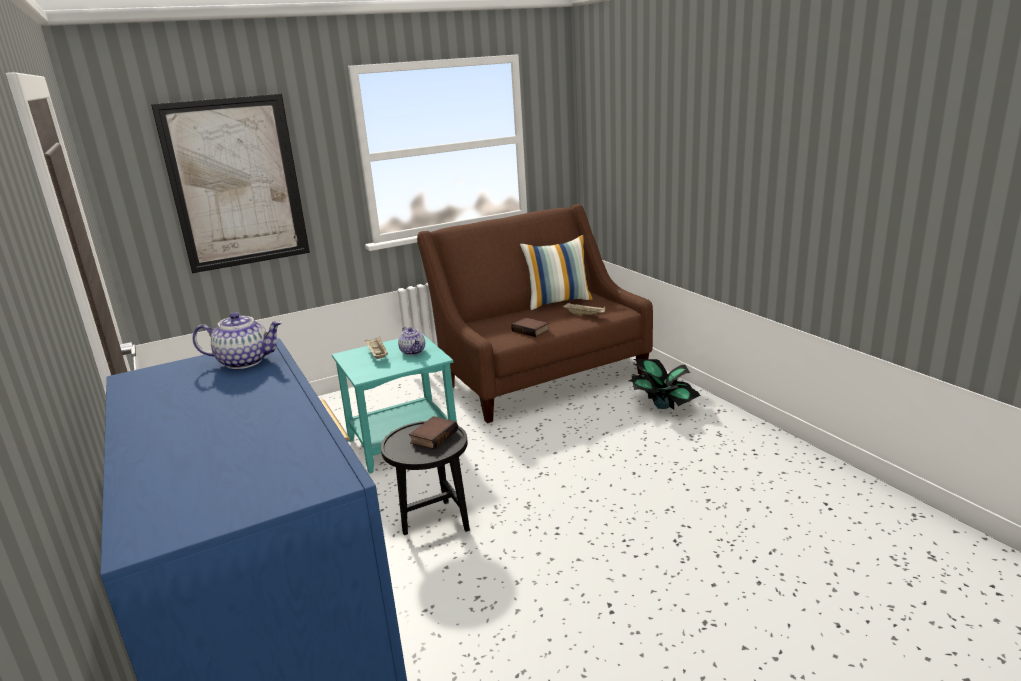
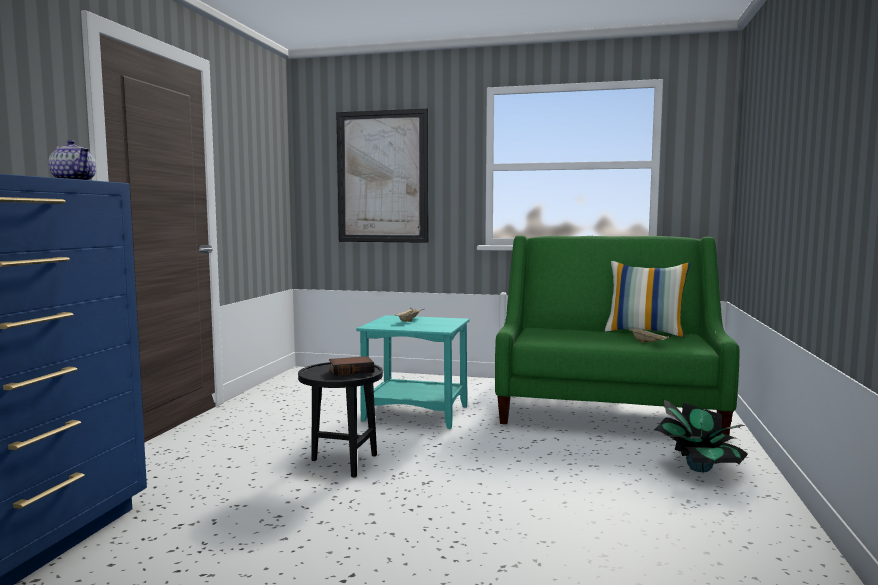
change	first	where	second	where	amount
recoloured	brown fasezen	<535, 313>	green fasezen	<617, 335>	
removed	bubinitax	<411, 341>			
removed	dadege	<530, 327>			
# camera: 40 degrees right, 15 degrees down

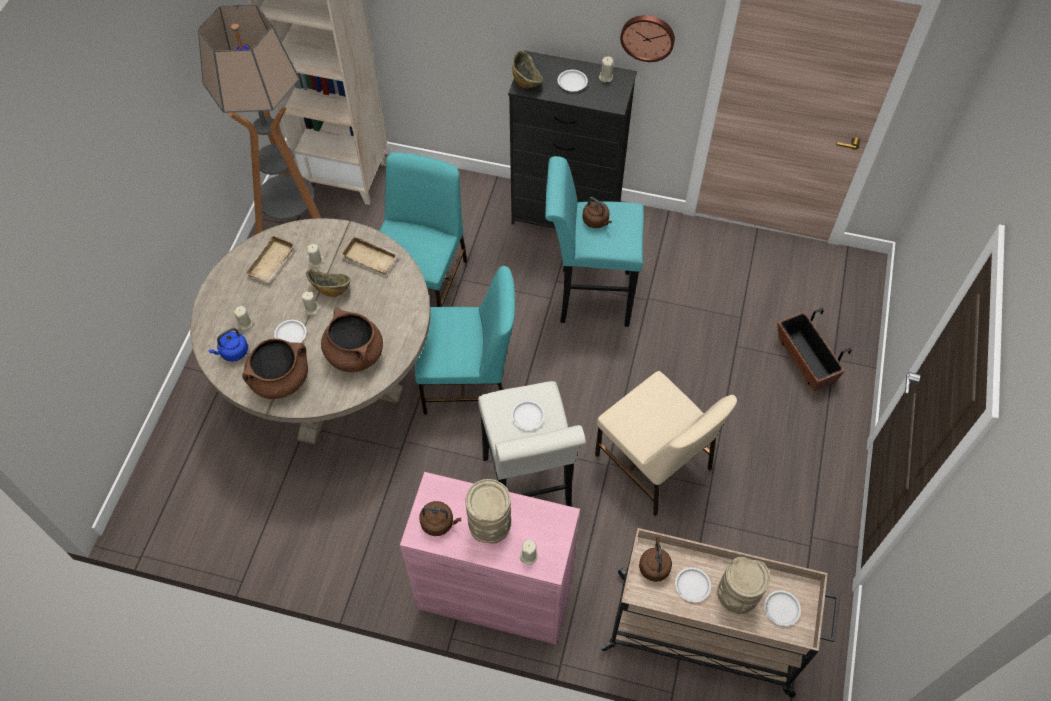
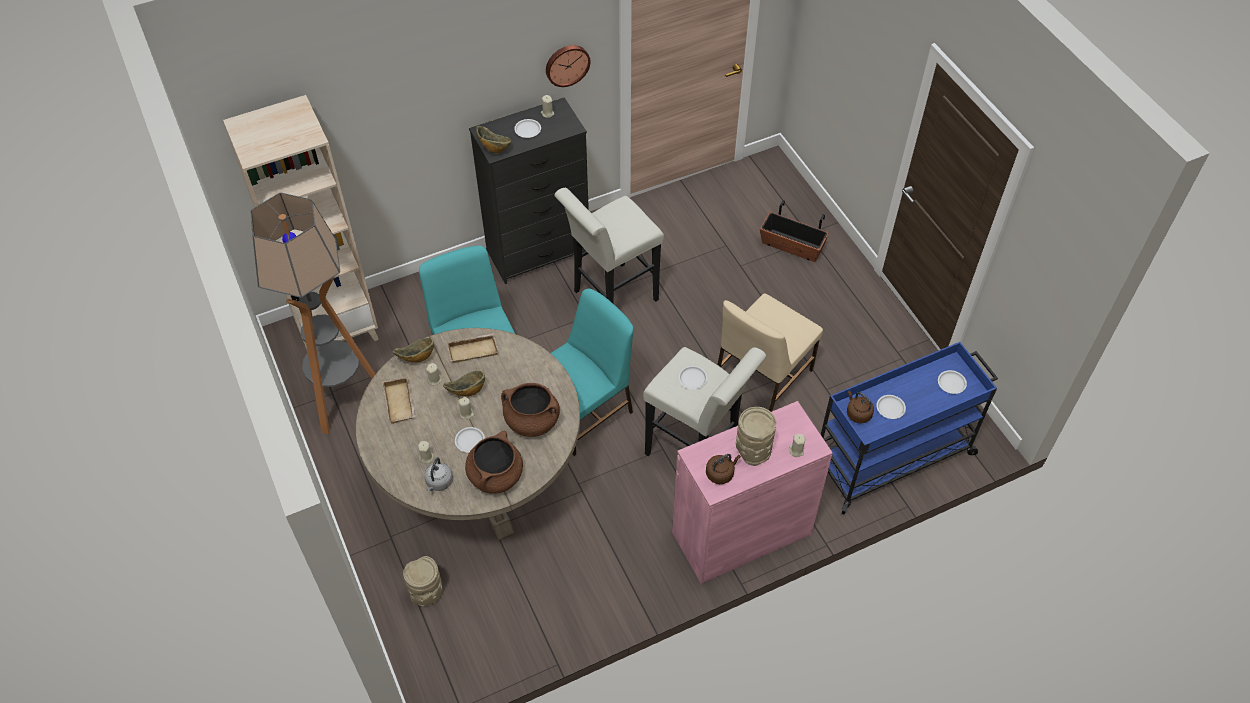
change	first	where	second	where	amount
added			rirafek	<413, 350>	
moved	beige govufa	<743, 586>		<422, 581>	
recoloured	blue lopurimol	<228, 345>	grey lopurimol	<438, 474>	
recoloured	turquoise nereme	<594, 241>	white nereme	<609, 245>	
turned	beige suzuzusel	<666, 443>		<770, 353>	120 degrees clockwise
recoloured	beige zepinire	<719, 613>	blue zepinire	<909, 428>	
removed	brown lopurimol	<597, 212>			
# camera: 40 degrees left, 5 degrees down

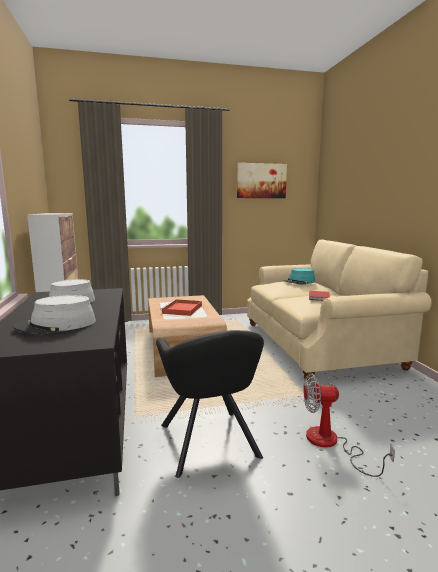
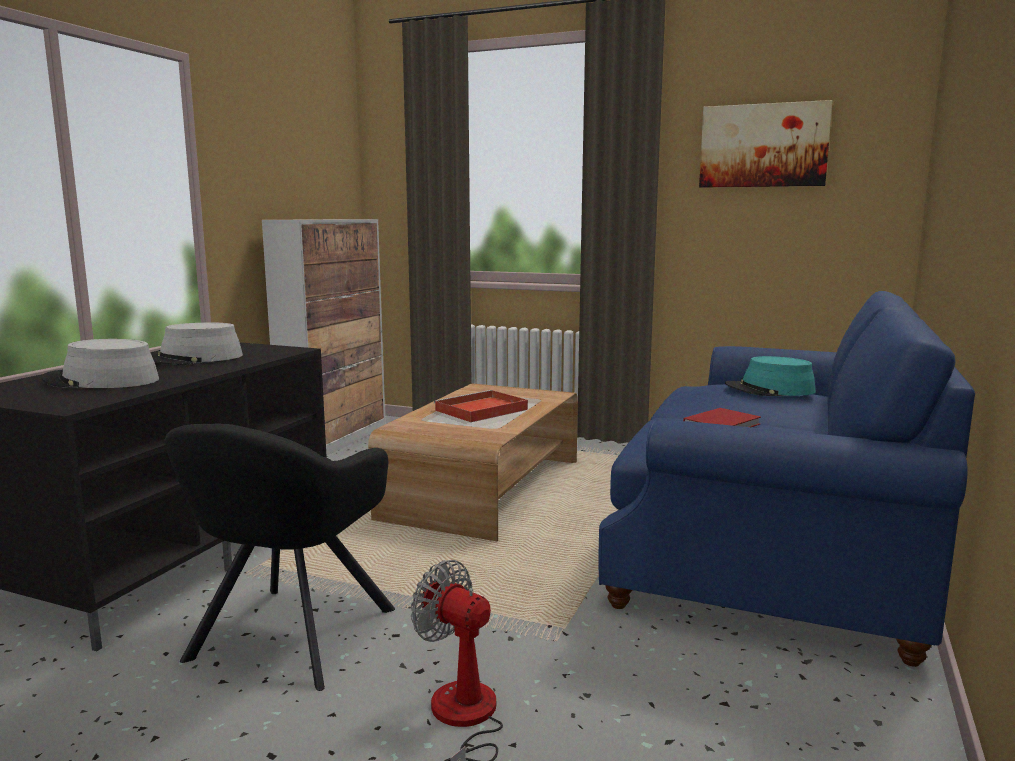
change	first	where	second	where	amount
recoloured	beige fasezen	<339, 310>	blue fasezen	<786, 479>	
# camera: 35 degrees right, 0 degrees up

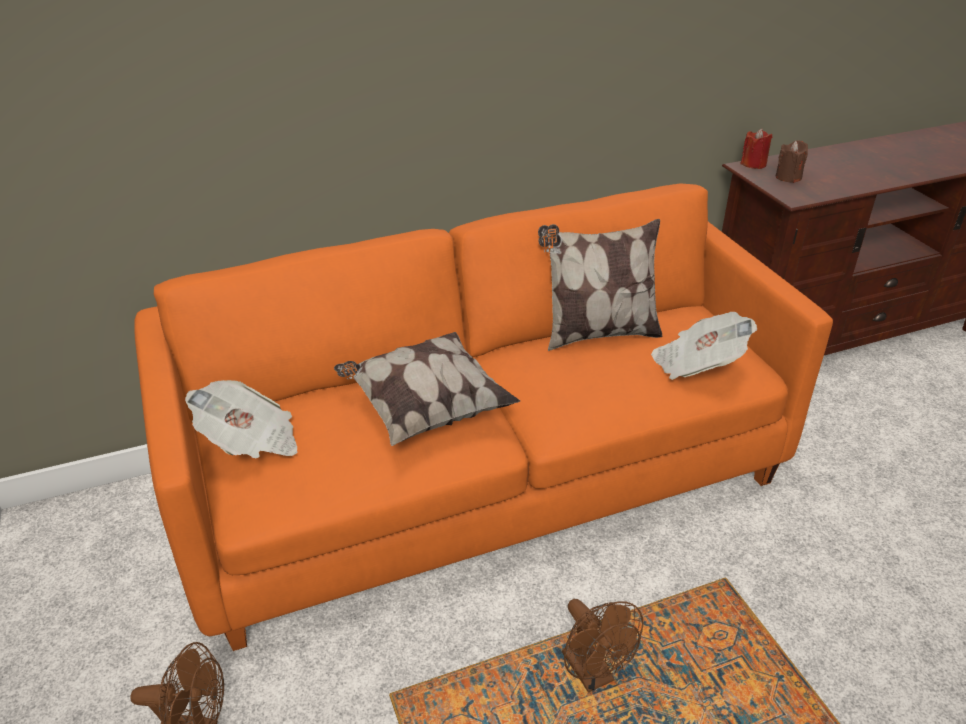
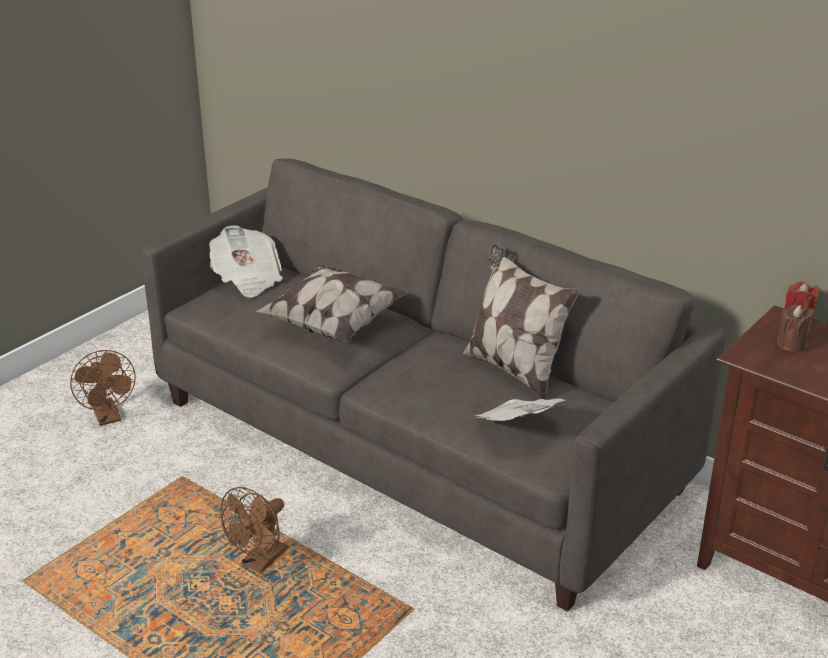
change	first	where	second	where	amount
recoloured	orange fasezen	<483, 417>	grey fasezen	<433, 385>	
# camera: 60 degrees right, 5 degrees down

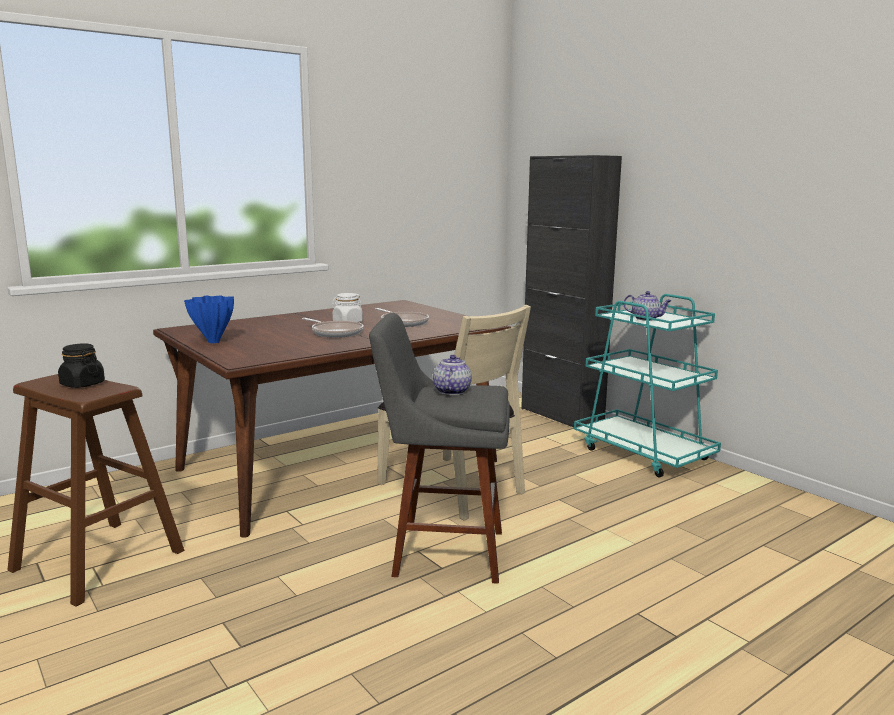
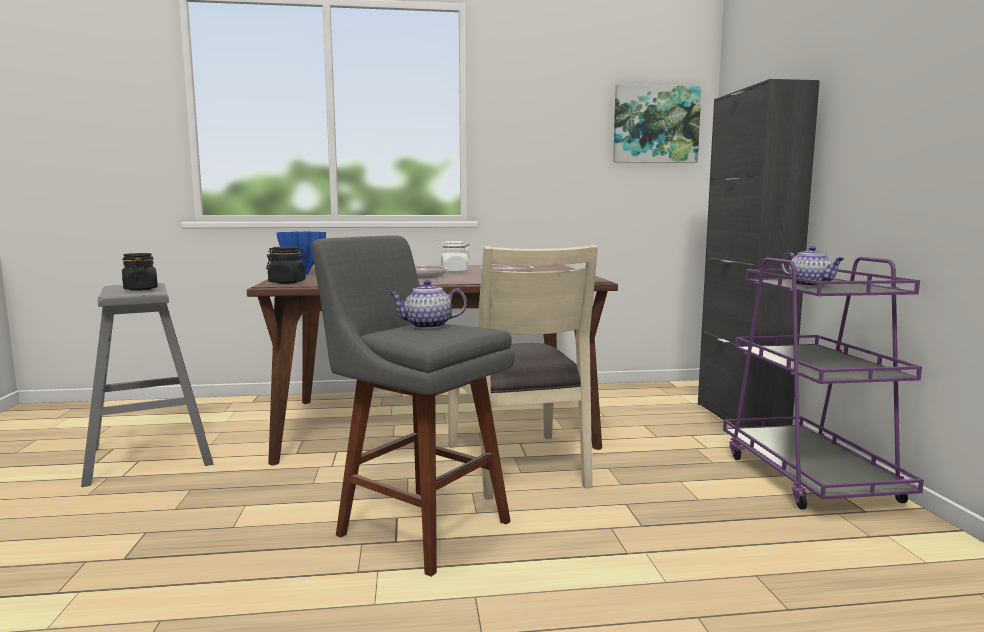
change	first	where	second	where	amount
recoloured	brown nereme	<96, 490>	grey nereme	<147, 385>	
added			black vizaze	<286, 265>	
turned	bubinitax	<452, 375>		<428, 304>	135 degrees counterclockwise
added			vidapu	<657, 123>	
recoloured	turquoise zepinire	<647, 385>	purple zepinire	<823, 383>	
# camera: 30 degrees right, 5 degrees down

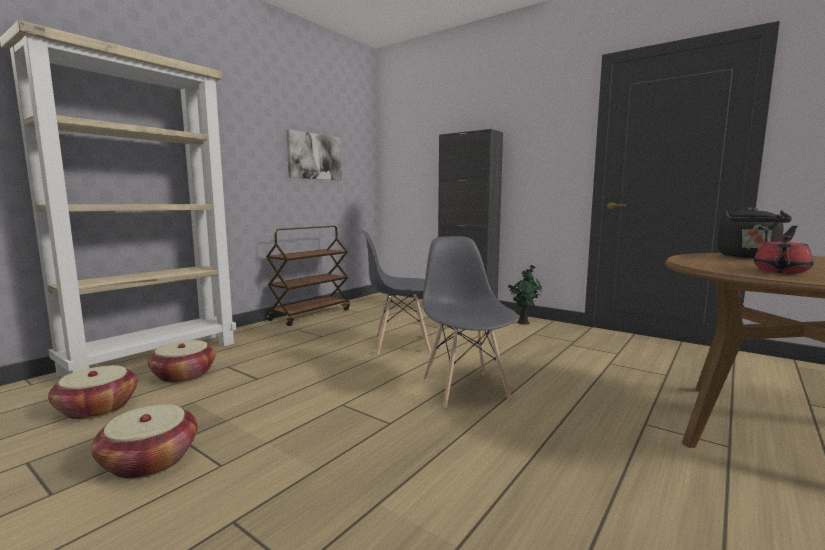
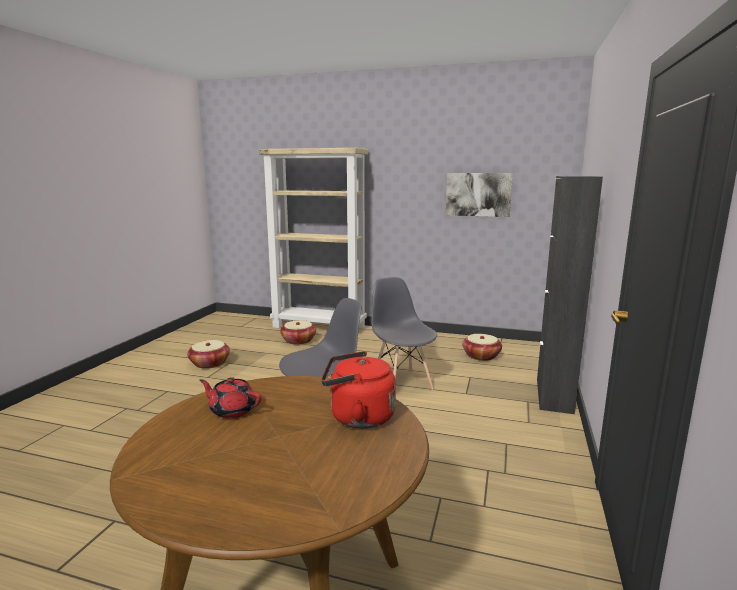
change	first	where	second	where	amount
recoloured	black lopurimol	<757, 232>	red lopurimol	<358, 389>	
moved	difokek	<93, 392>		<482, 347>	
removed	brown zepinire	<308, 276>			
removed	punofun	<525, 295>			
# camera: 70 degrees right, 5 degrees up

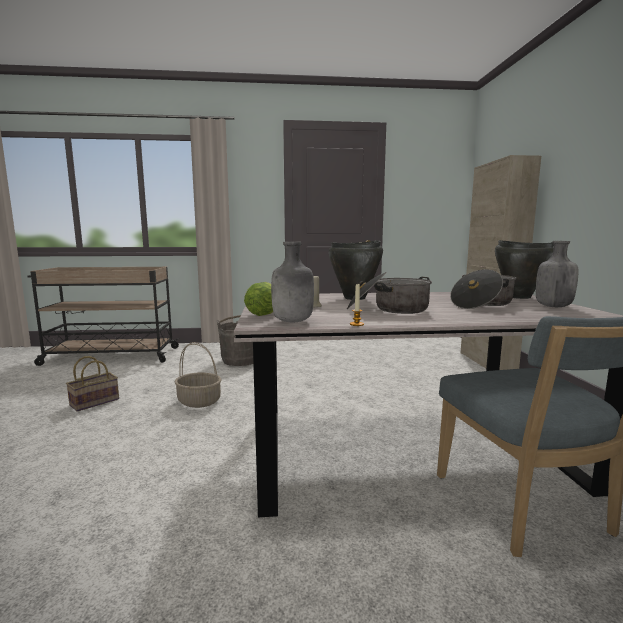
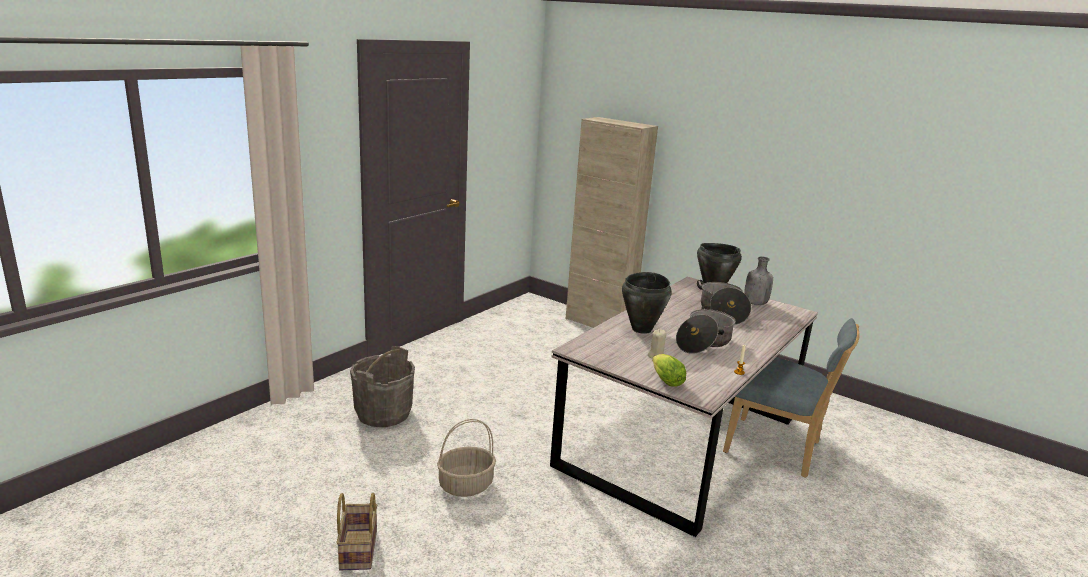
change	first	where	second	where	amount
removed	beige zepinire	<103, 316>			
removed	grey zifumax	<292, 282>			
# camera: 50 degrees left, 10 degrees up

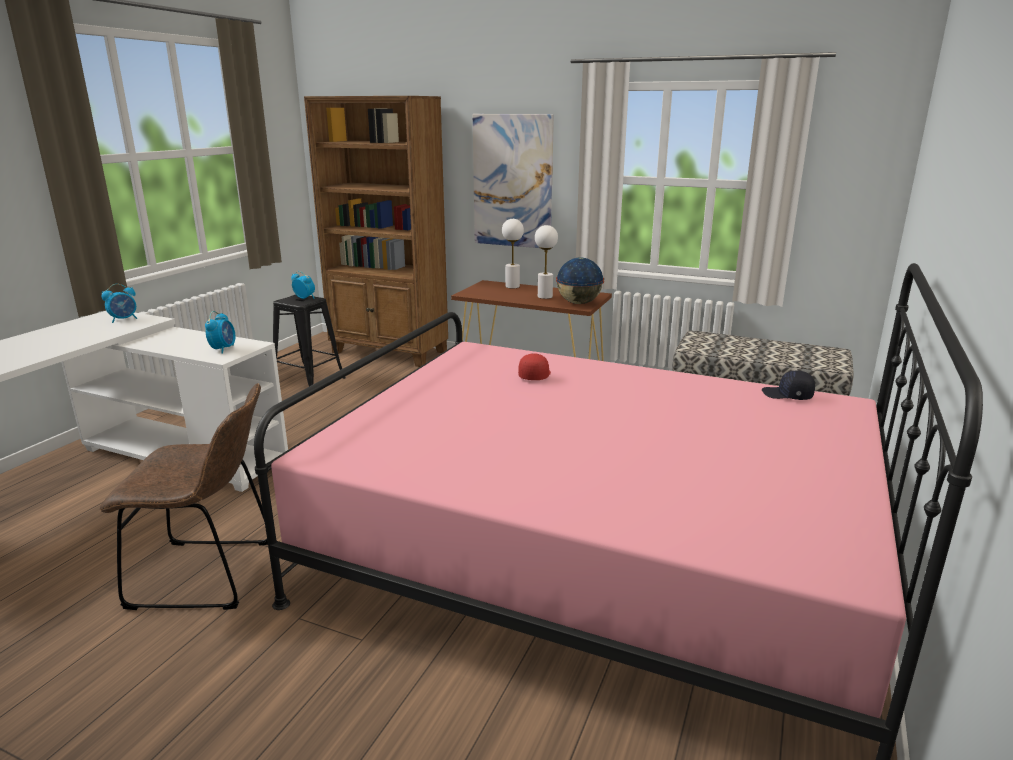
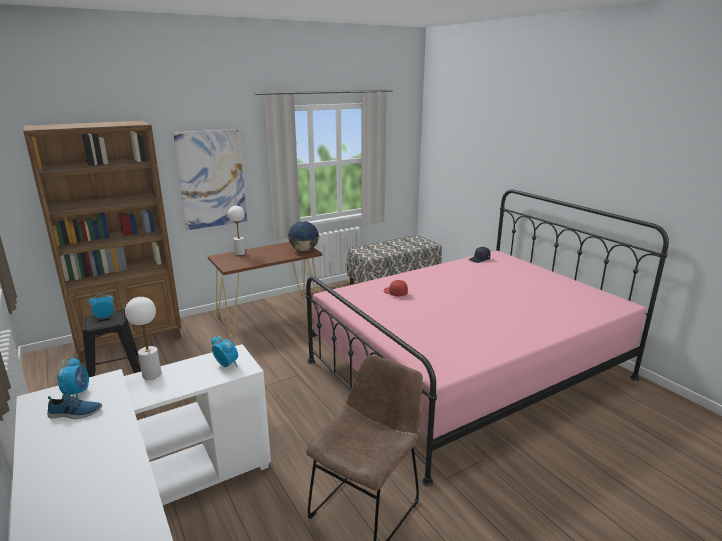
change	first	where	second	where	amount
added			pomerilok	<74, 405>	
moved	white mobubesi	<546, 262>		<143, 338>	
# camera: 55 degrees left, 0 degrees up

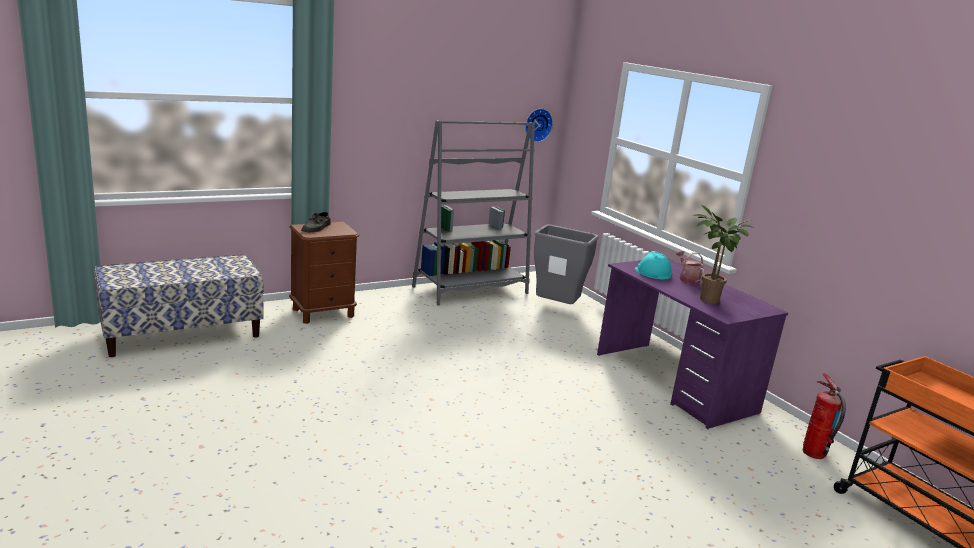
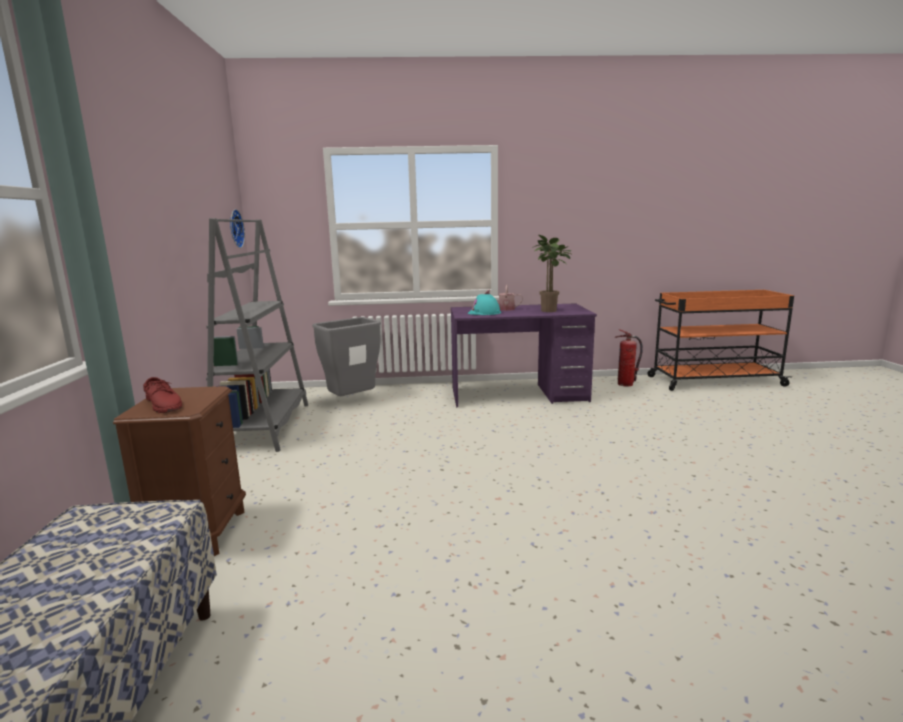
change	first	where	second	where	amount
recoloured	grey pomerilok	<316, 222>	red pomerilok	<162, 395>	
# camera: 60 degrees left, 5 degrees down

